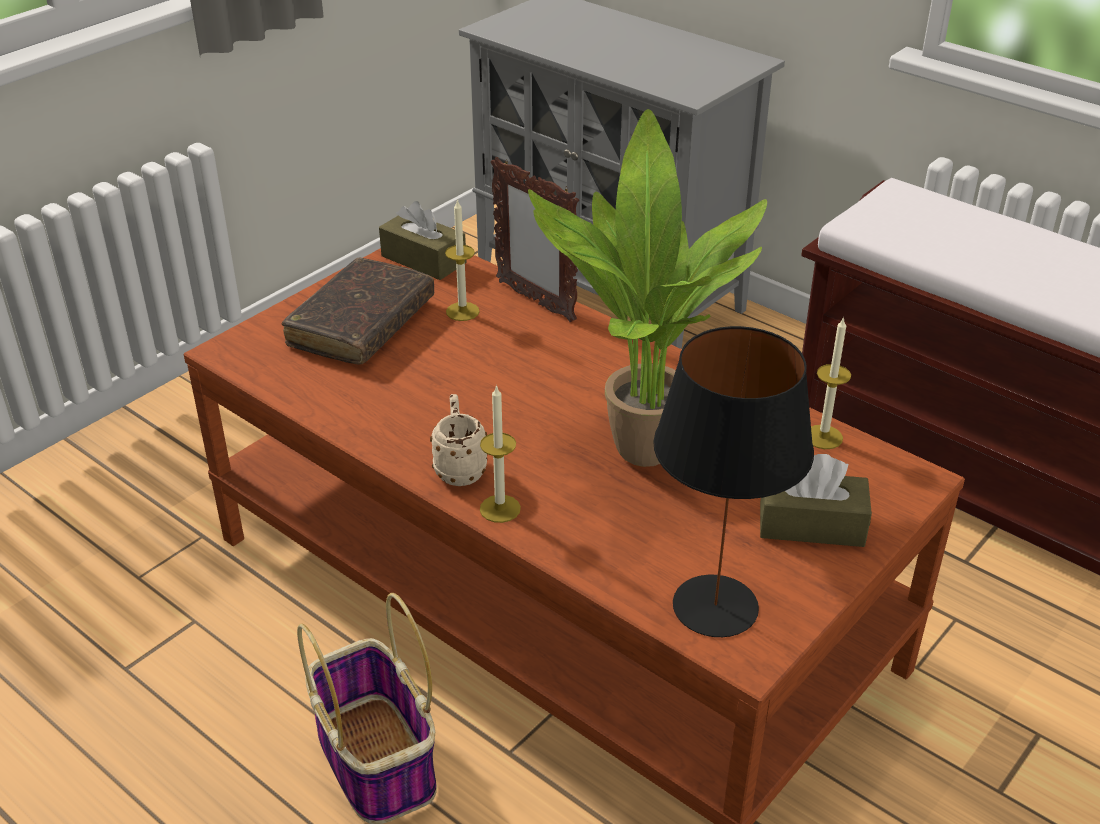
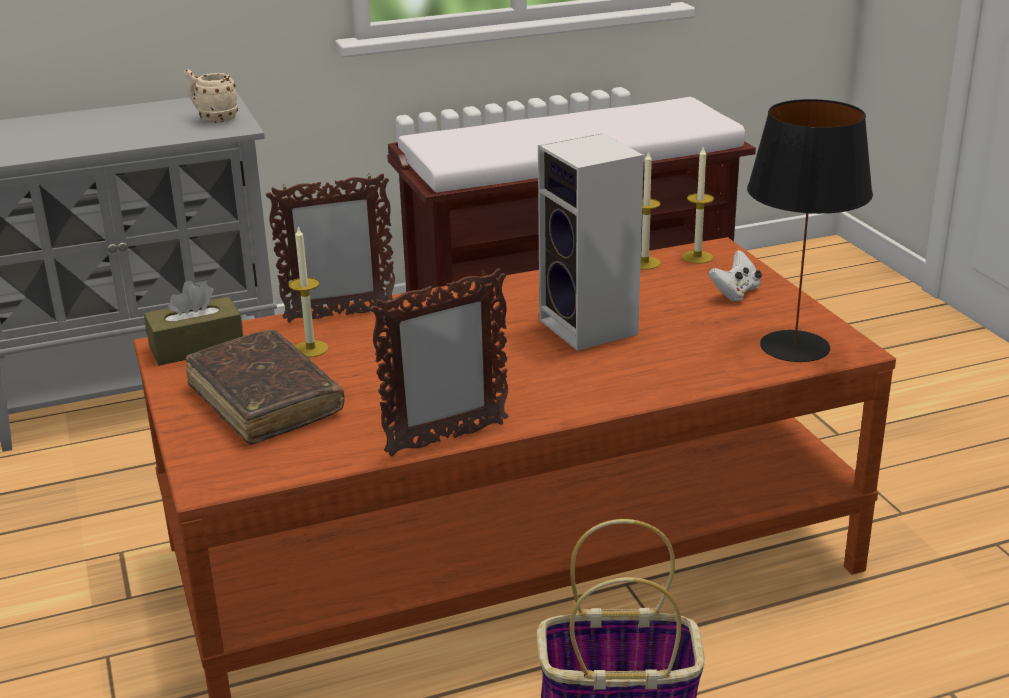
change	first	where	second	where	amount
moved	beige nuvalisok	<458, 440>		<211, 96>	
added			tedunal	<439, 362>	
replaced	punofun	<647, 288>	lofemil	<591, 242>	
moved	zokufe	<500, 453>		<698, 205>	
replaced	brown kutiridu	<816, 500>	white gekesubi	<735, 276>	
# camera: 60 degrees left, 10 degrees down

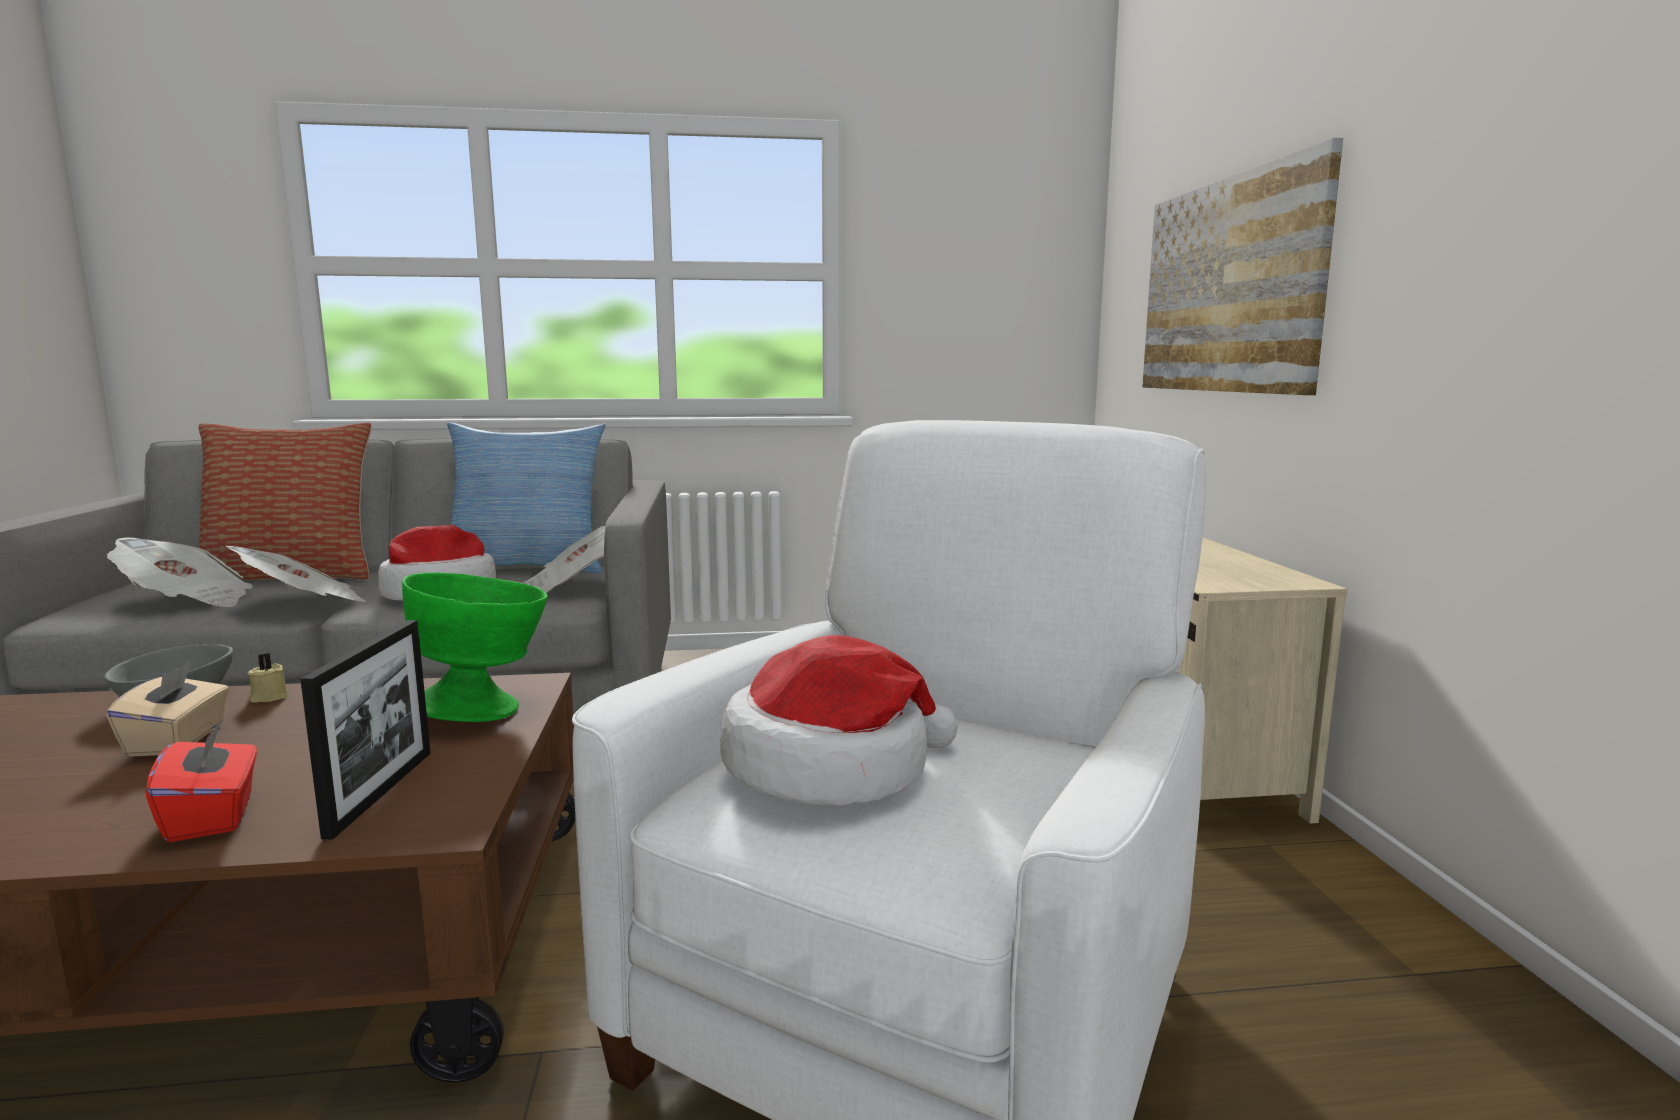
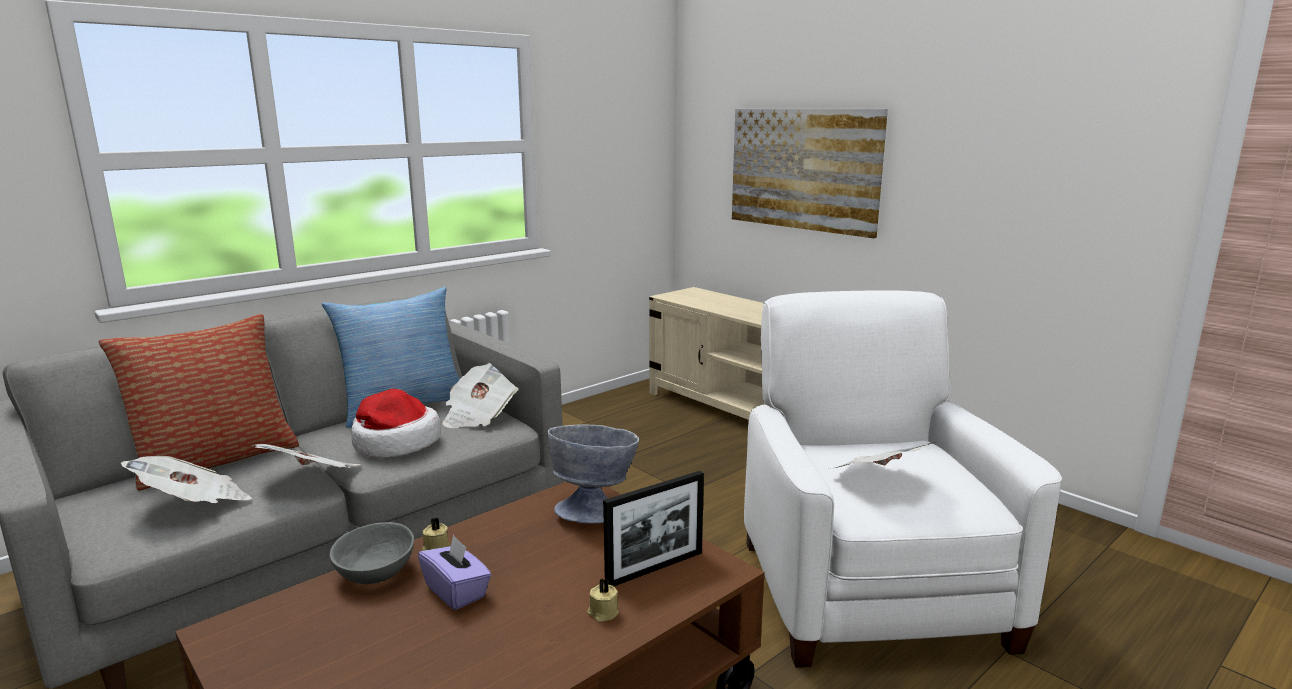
change	first	where	second	where	amount
recoloured	beige kutiridu	<167, 709>	purple kutiridu	<454, 572>	
recoloured	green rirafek	<475, 647>	grey rirafek	<593, 474>	
replaced	red kutiridu	<201, 780>	beige zokufe	<603, 600>	
turned	tedunal	<365, 729>		<653, 528>	90 degrees clockwise
replaced	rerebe	<839, 720>	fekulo	<883, 455>	
# camera: 35 degrees left, 5 degrees up

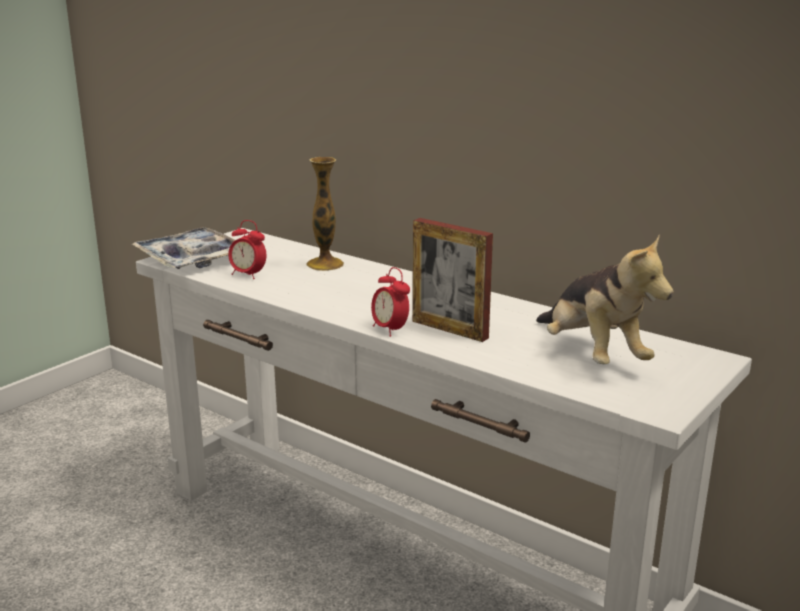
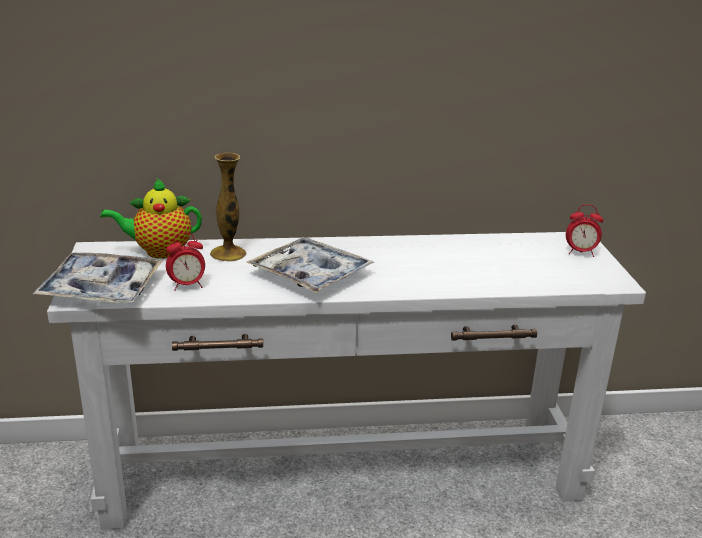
change	first	where	second	where	amount
added			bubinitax	<151, 218>	
added			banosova	<310, 265>	
moved	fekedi	<390, 302>		<584, 230>	
removed	tedunal	<453, 280>			
removed	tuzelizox	<605, 299>			
# camera: 45 degrees left, 5 degrees up

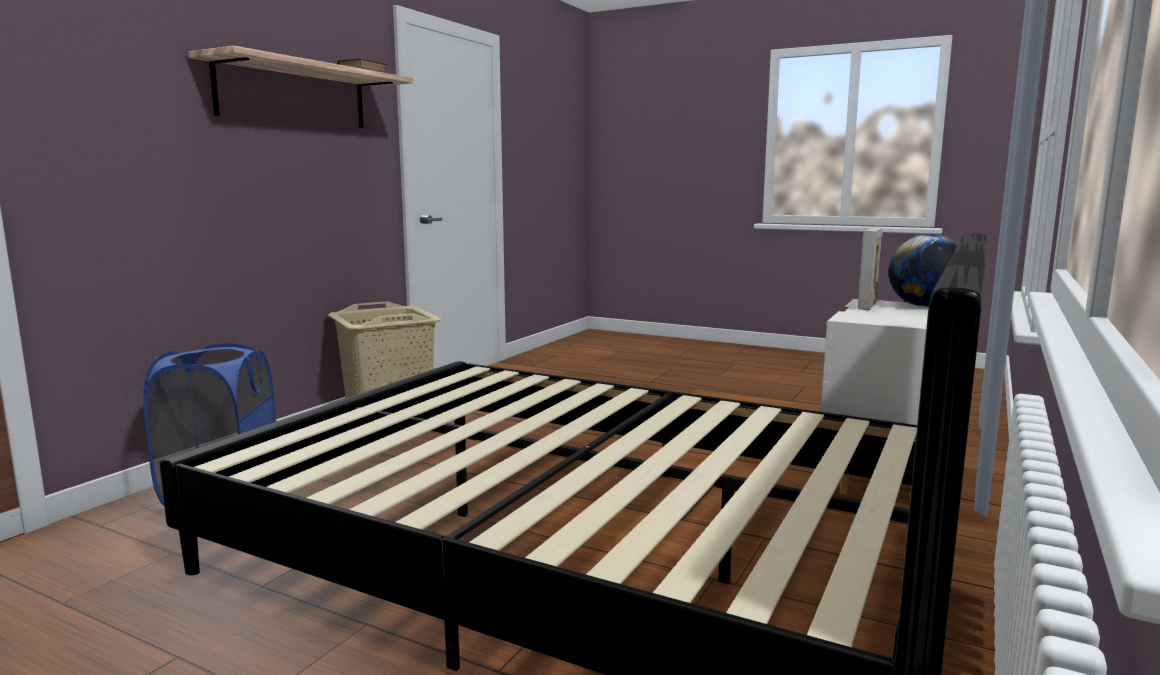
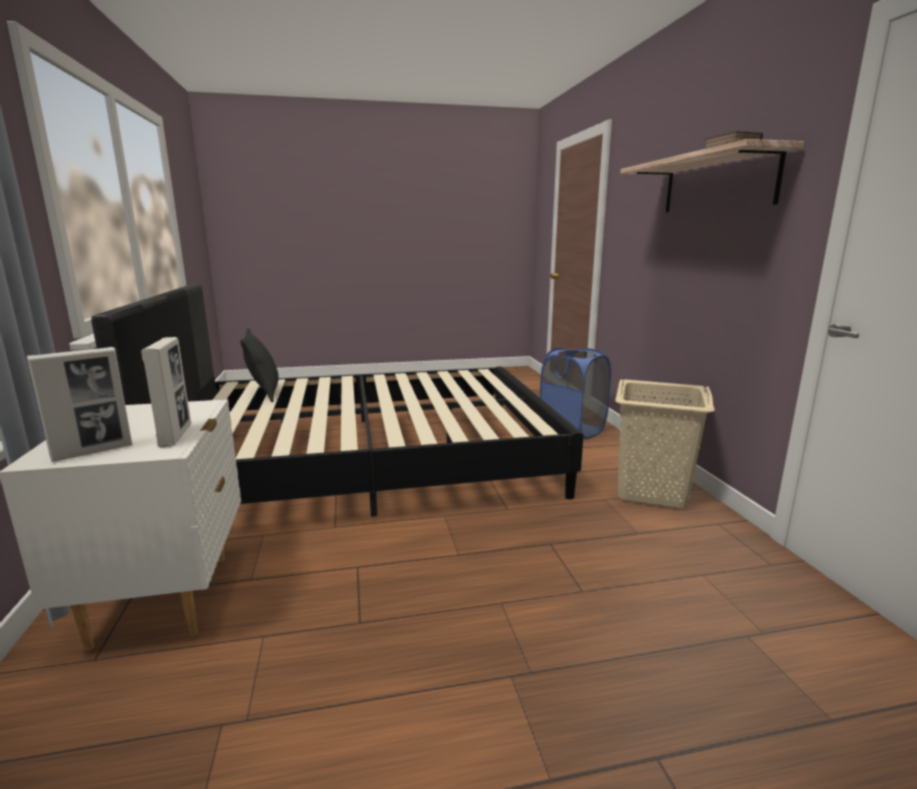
change	first	where	second	where	amount
replaced	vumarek	<923, 270>	tedunal	<79, 404>	
added			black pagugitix	<259, 365>	
# camera: 140 degrees right, 5 degrees up

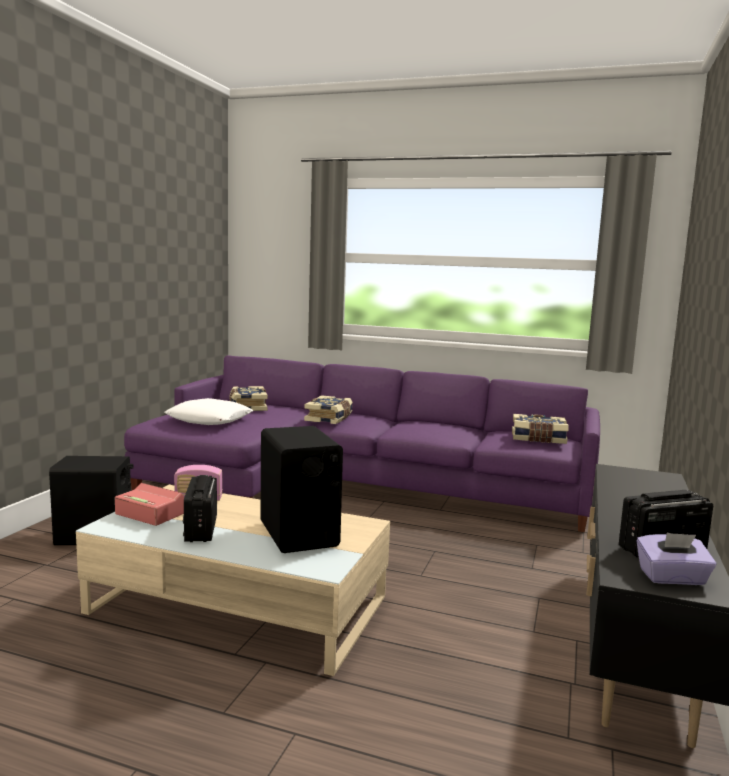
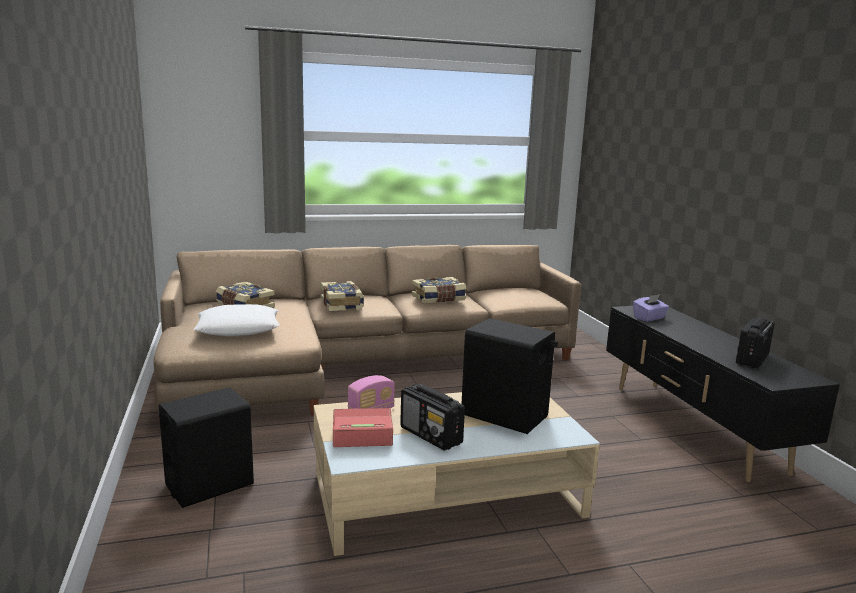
change	first	where	second	where	amount
recoloured	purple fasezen	<362, 443>	beige fasezen	<367, 330>	
moved	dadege	<540, 429>		<439, 290>	
moved	purple kutiridu	<676, 559>		<651, 308>	
# camera: 35 degrees left, 5 degrees up

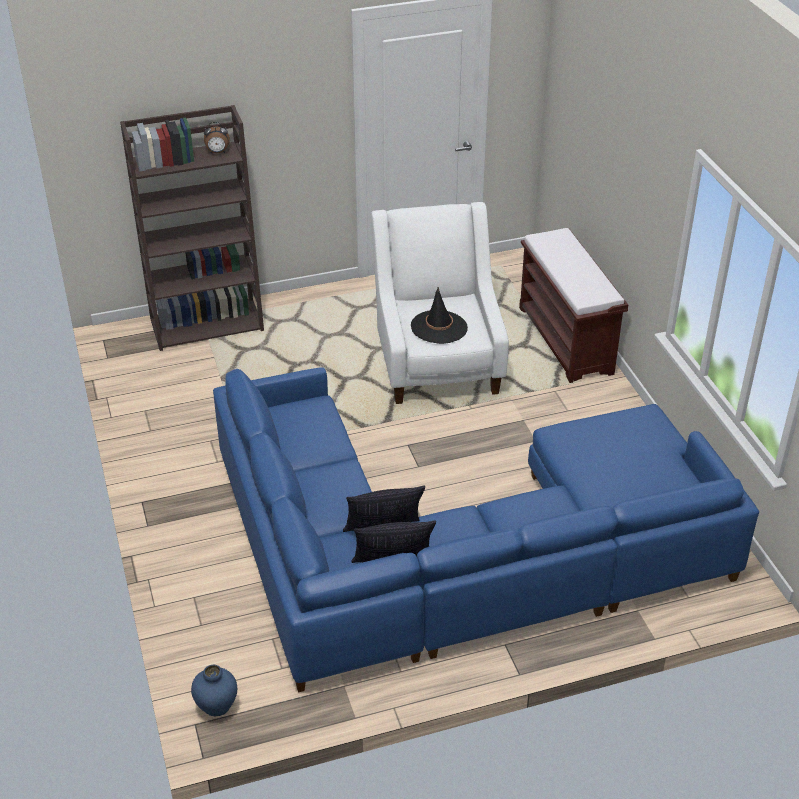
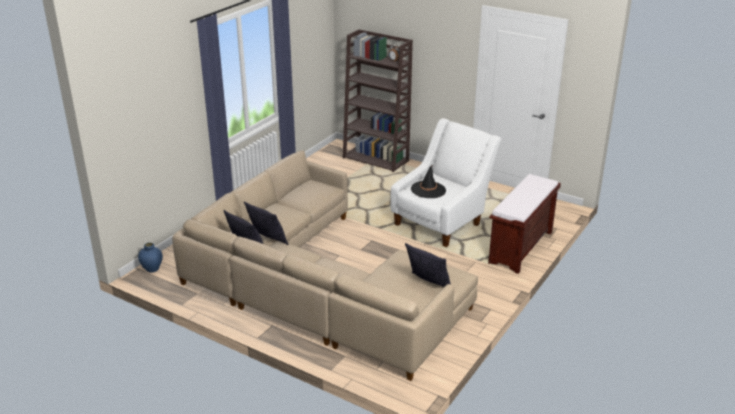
change	first	where	second	where	amount
recoloured	blue fasezen	<486, 530>	beige fasezen	<325, 265>	
added			pagugitix	<428, 265>	
# camera: 50 degrees right, 10 degrees down

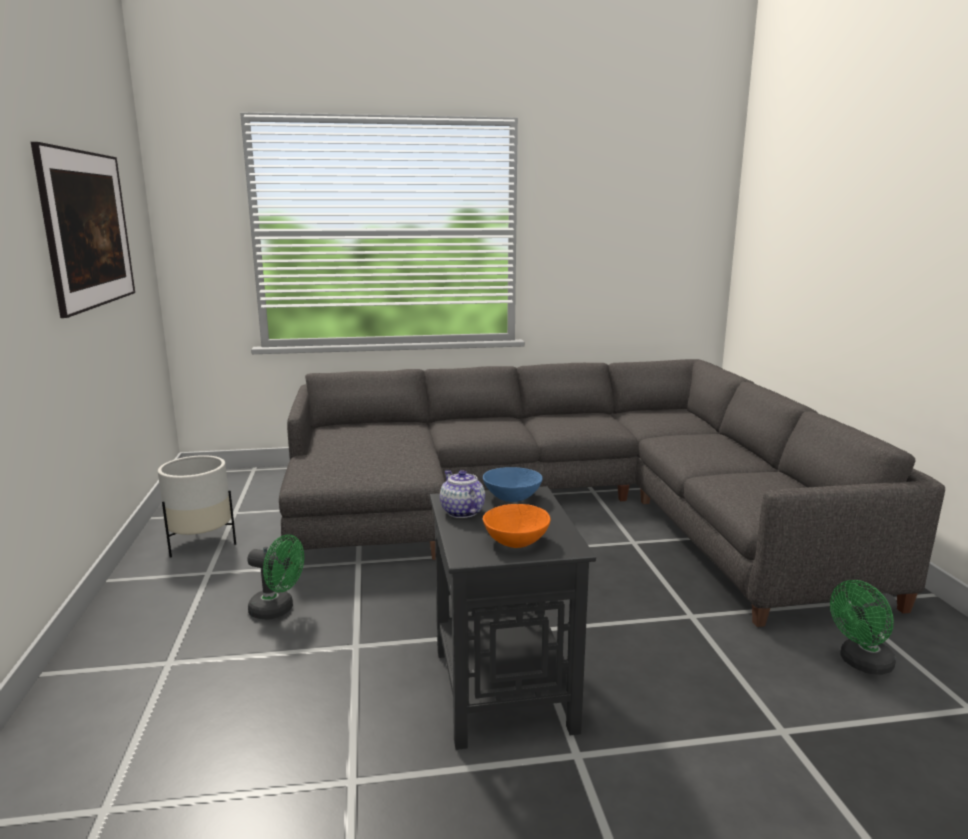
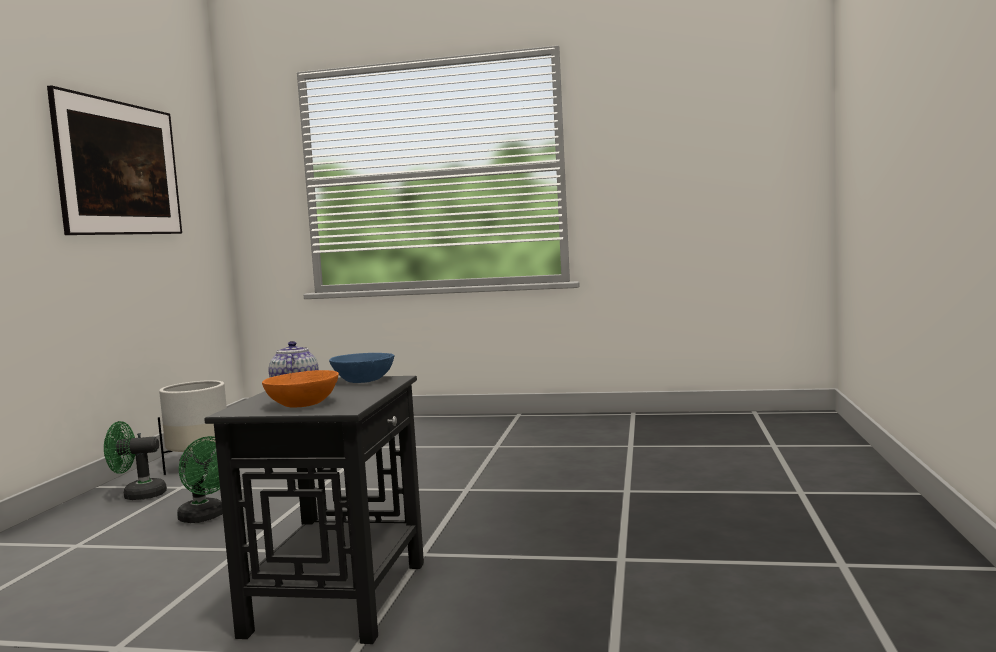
change	first	where	second	where	amount
moved	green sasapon	<863, 627>		<135, 460>	
removed	grey fasezen	<612, 493>			
# camera: 20 degrees right, 10 degrees down

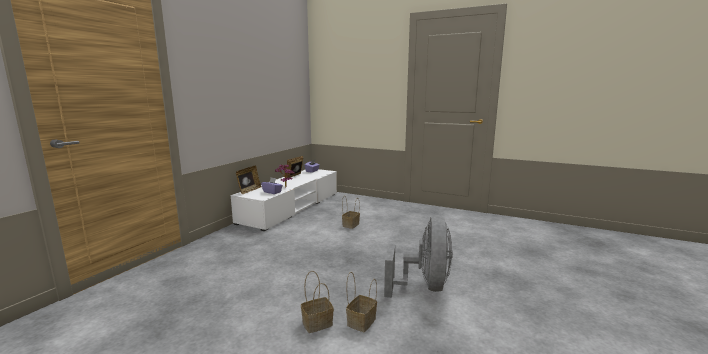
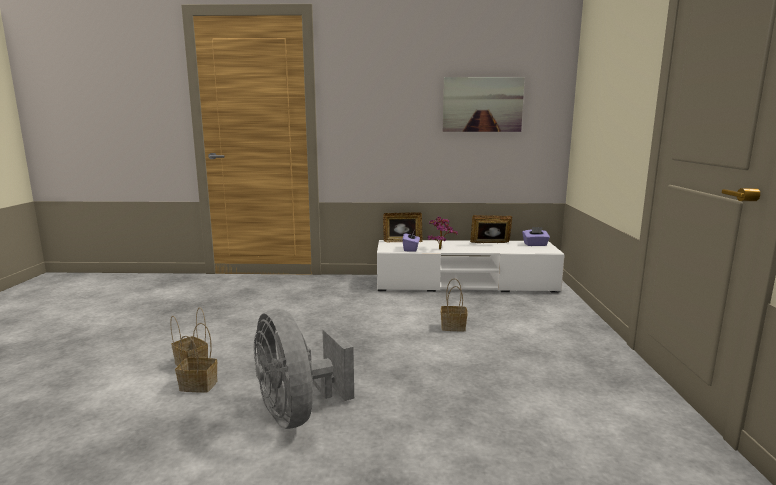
change	first	where	second	where	amount
turned	grey sasapon	<418, 257>		<303, 369>	75 degrees clockwise
added			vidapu	<484, 104>	
# camera: 65 degrees right, 0 degrees up

